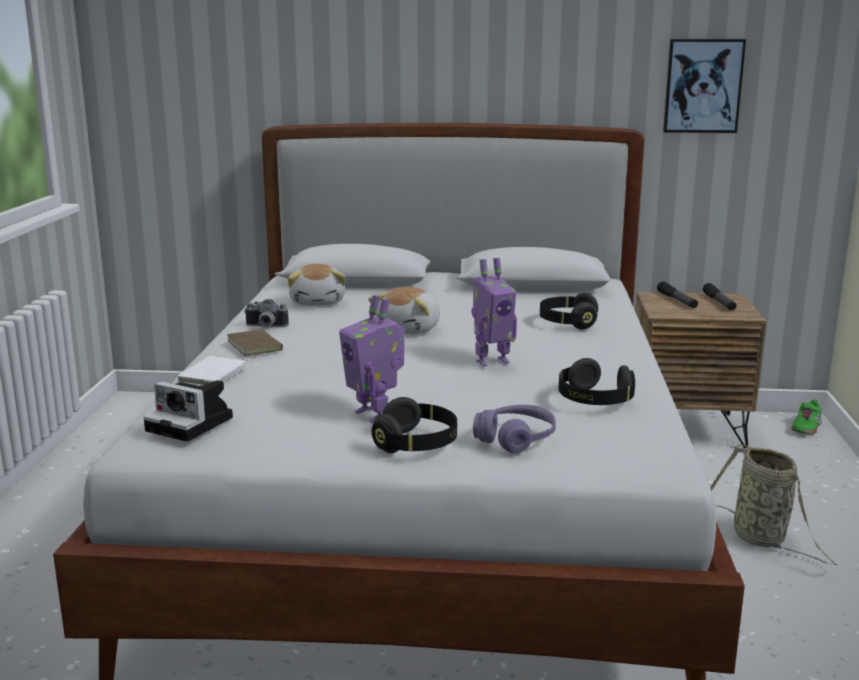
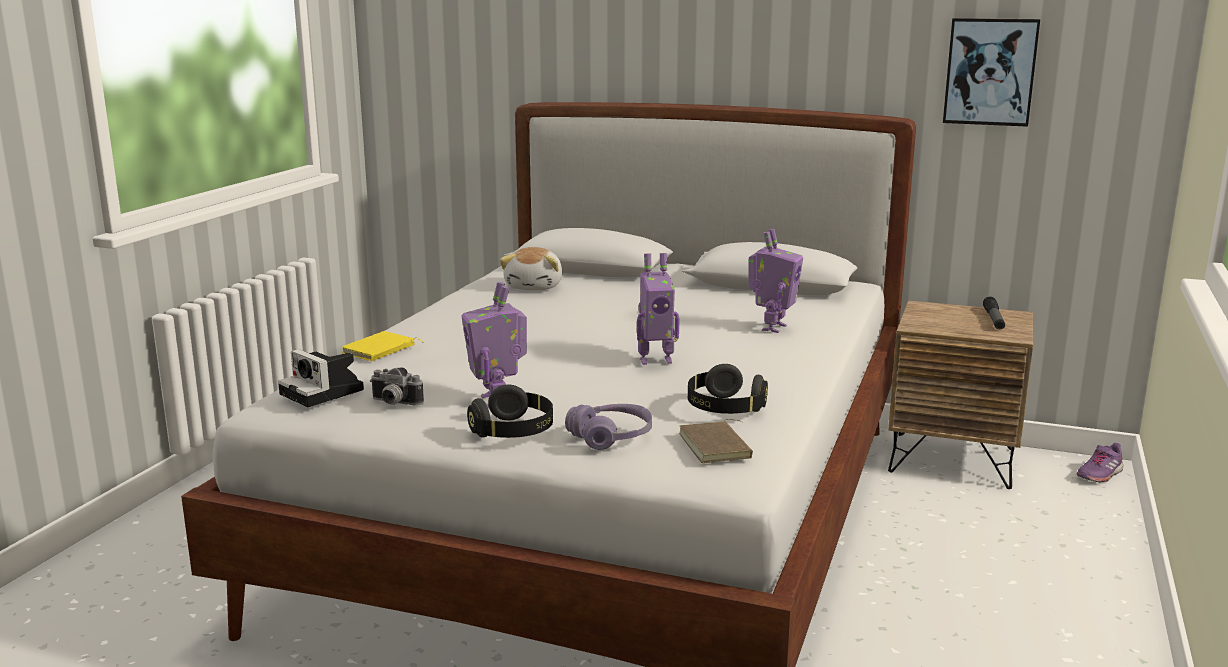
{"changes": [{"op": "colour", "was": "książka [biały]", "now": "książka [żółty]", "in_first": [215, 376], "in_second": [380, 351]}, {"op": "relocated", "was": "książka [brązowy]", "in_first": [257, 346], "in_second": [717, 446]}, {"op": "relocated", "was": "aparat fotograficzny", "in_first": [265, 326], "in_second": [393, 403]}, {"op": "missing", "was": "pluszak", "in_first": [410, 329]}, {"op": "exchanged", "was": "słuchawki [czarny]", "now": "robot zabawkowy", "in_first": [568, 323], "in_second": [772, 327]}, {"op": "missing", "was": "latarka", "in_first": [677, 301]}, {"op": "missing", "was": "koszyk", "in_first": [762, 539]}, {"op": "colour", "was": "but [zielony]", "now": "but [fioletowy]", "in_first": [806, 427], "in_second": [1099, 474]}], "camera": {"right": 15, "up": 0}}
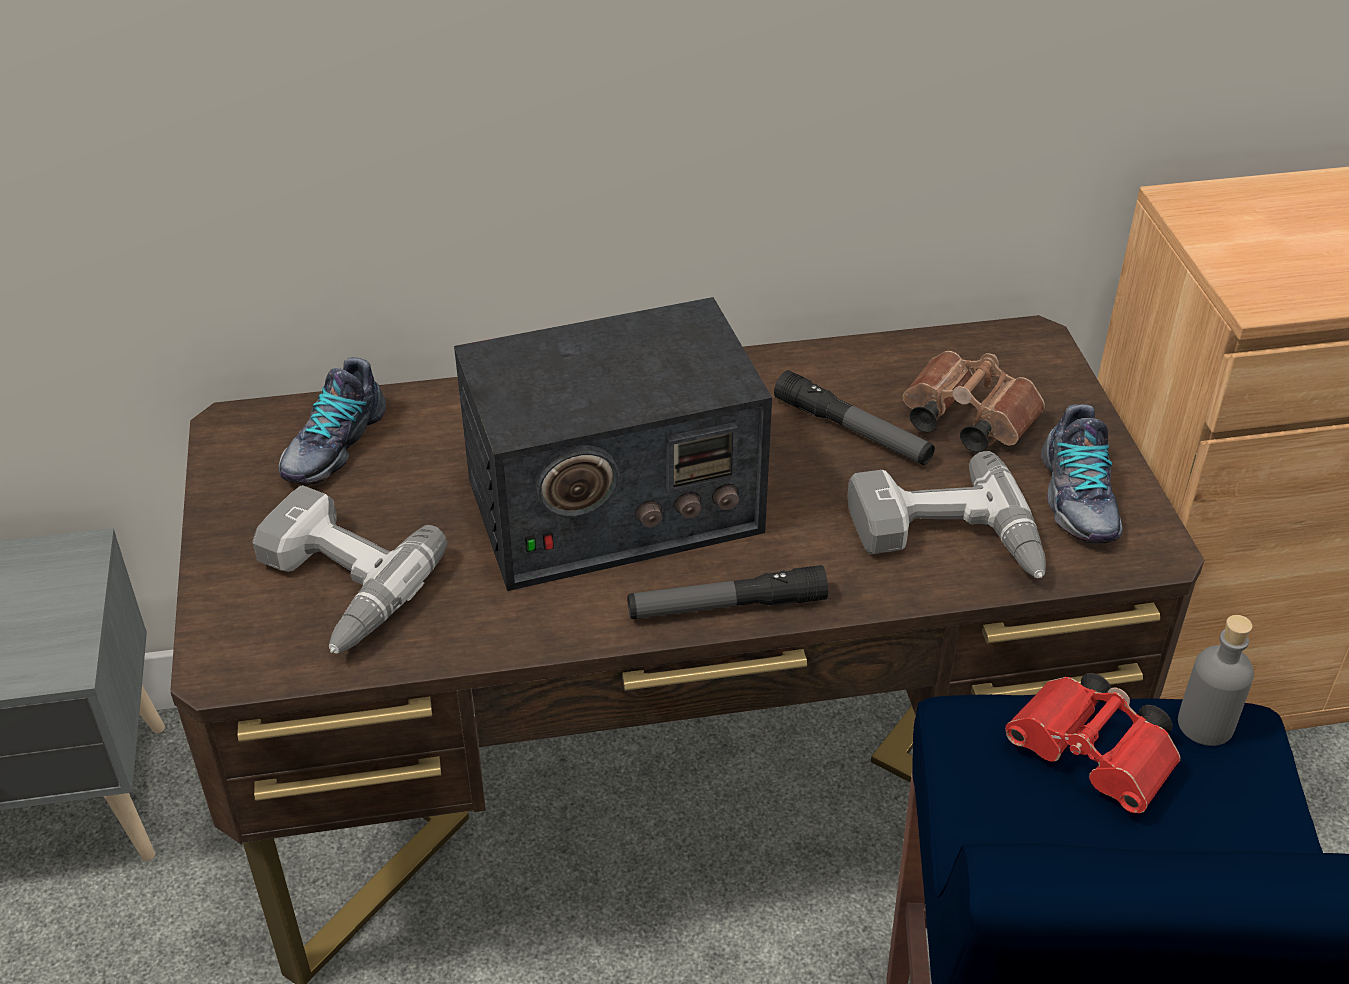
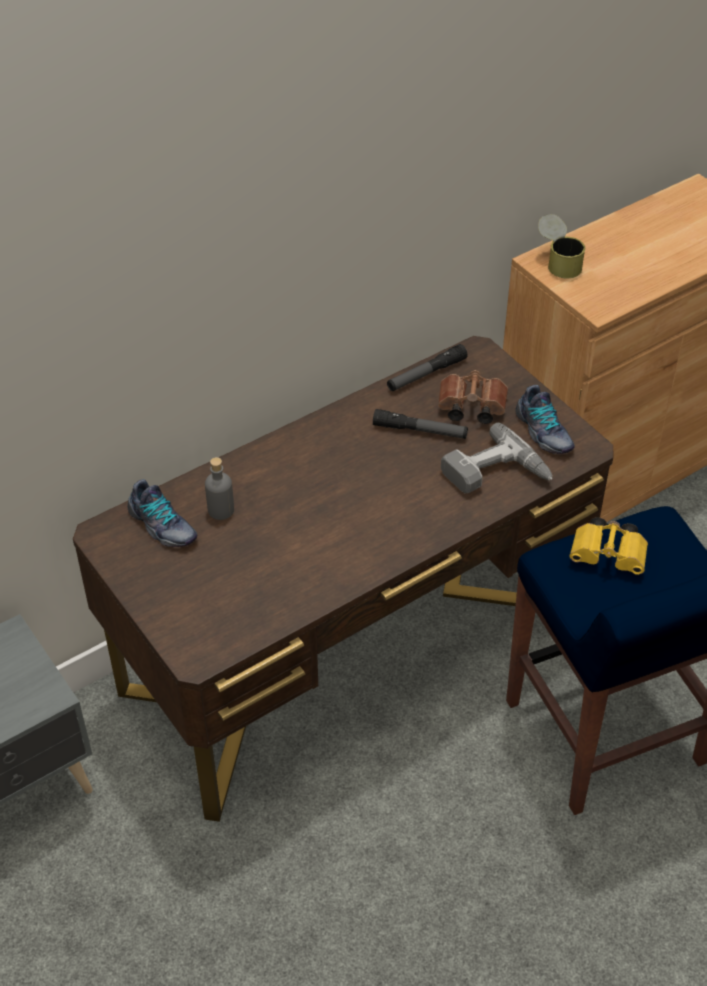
{"changes": [{"op": "missing", "was": "wiertarka", "in_first": [334, 587]}, {"op": "spun", "was": "but", "in_first": [332, 444], "in_second": [161, 526], "clockwise": -45}, {"op": "missing", "was": "radio", "in_first": [612, 506]}, {"op": "relocated", "was": "latarka", "in_first": [726, 606], "in_second": [426, 374]}, {"op": "colour", "was": "lornetka [czerwony]", "now": "lornetka [żółty]", "in_first": [1096, 760], "in_second": [610, 556]}, {"op": "relocated", "was": "butelka [szary]", "in_first": [1205, 724], "in_second": [221, 510]}, {"op": "appeared", "now": "puszka", "in_second": [558, 262]}], "camera": {"right": -25, "up": 5}}
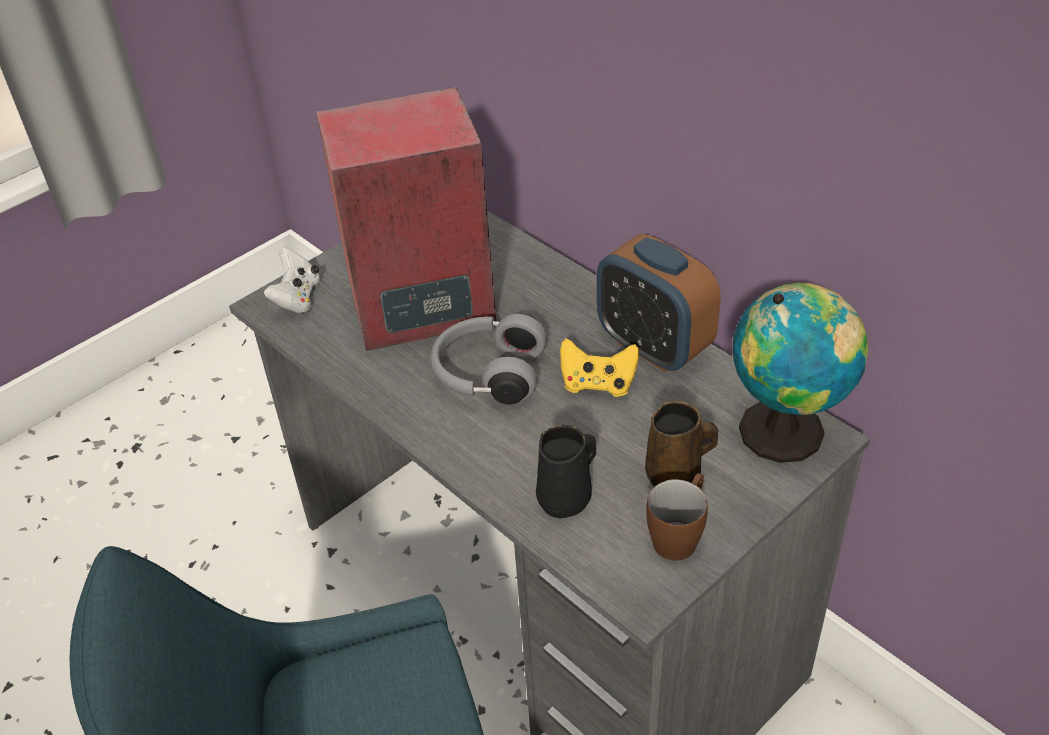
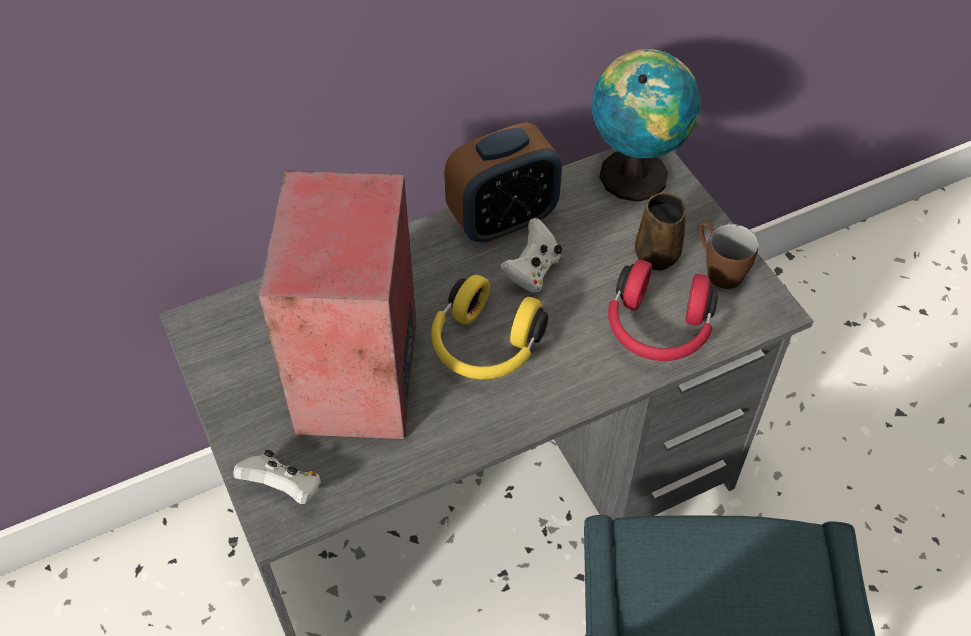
{"changes": [{"op": "colour", "was": "słuchawki [szary]", "now": "słuchawki [żółty]", "in_first": [488, 374], "in_second": [485, 346]}, {"op": "exchanged", "was": "kubek [czarny]", "now": "słuchawki [czerwony]", "in_first": [566, 498], "in_second": [657, 329]}, {"op": "colour", "was": "pad do gier [żółty]", "now": "pad do gier [biały]", "in_first": [598, 384], "in_second": [532, 271]}], "camera": {"right": -75, "up": 10}}
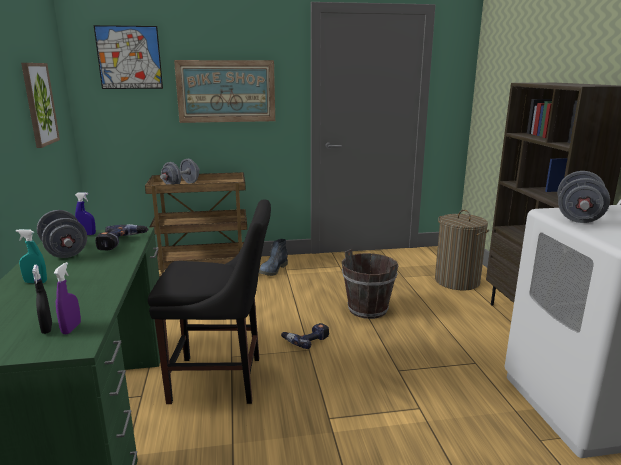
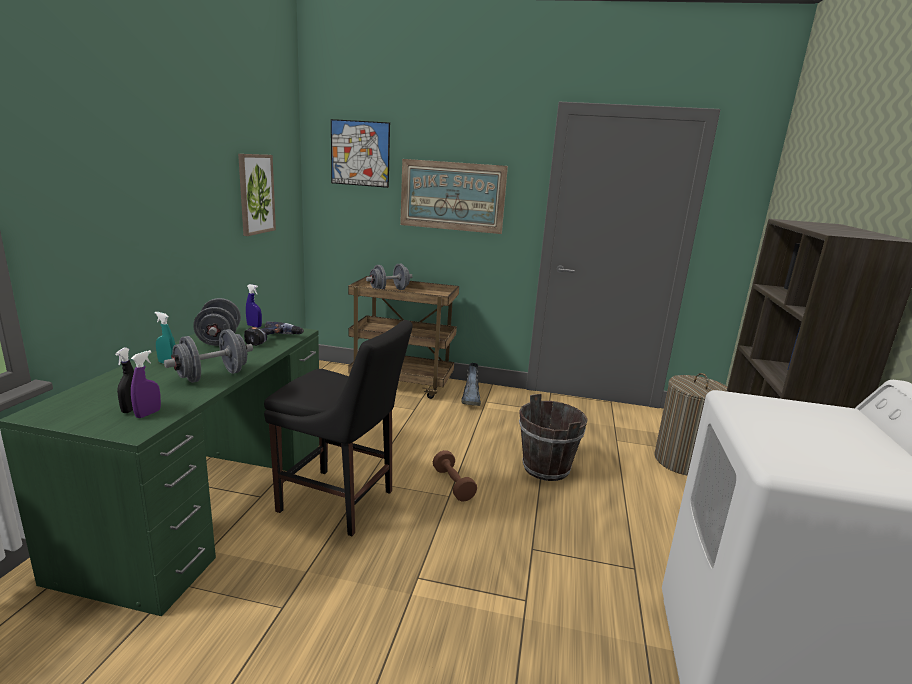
{"changes": [{"op": "spun", "was": "but z cholewką", "in_first": [273, 270], "in_second": [471, 399], "clockwise": -45}, {"op": "exchanged", "was": "wiertarka", "now": "hantel [brązowy]", "in_first": [306, 340], "in_second": [453, 484]}, {"op": "relocated", "was": "hantel [szary]", "in_first": [578, 217], "in_second": [212, 376]}], "camera": {"right": 20, "up": 0}}
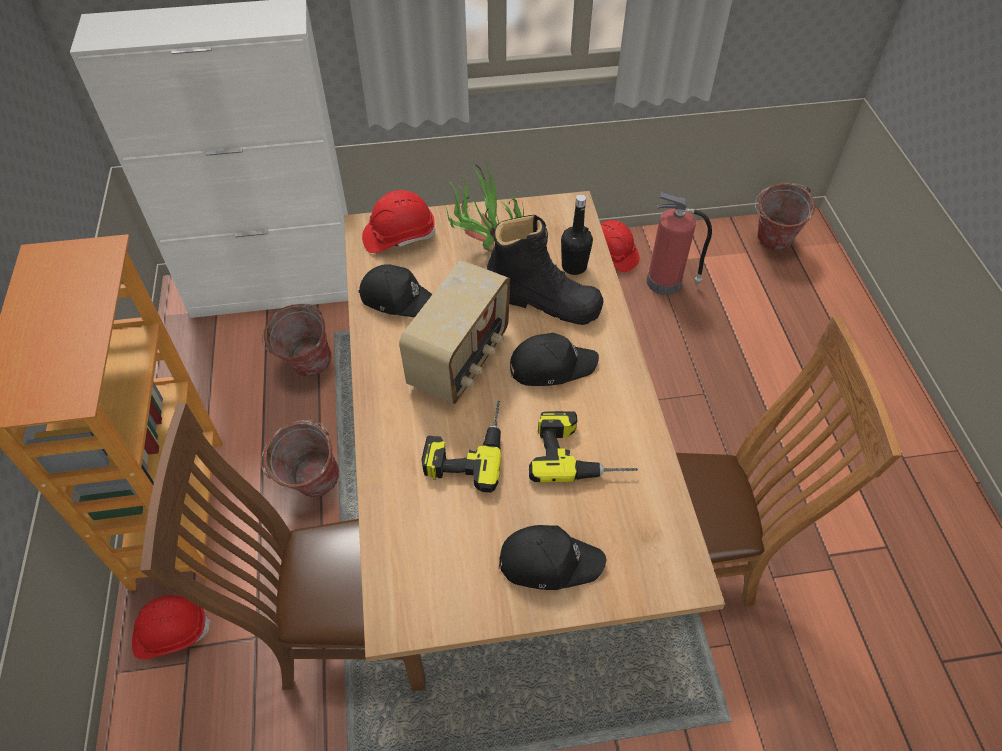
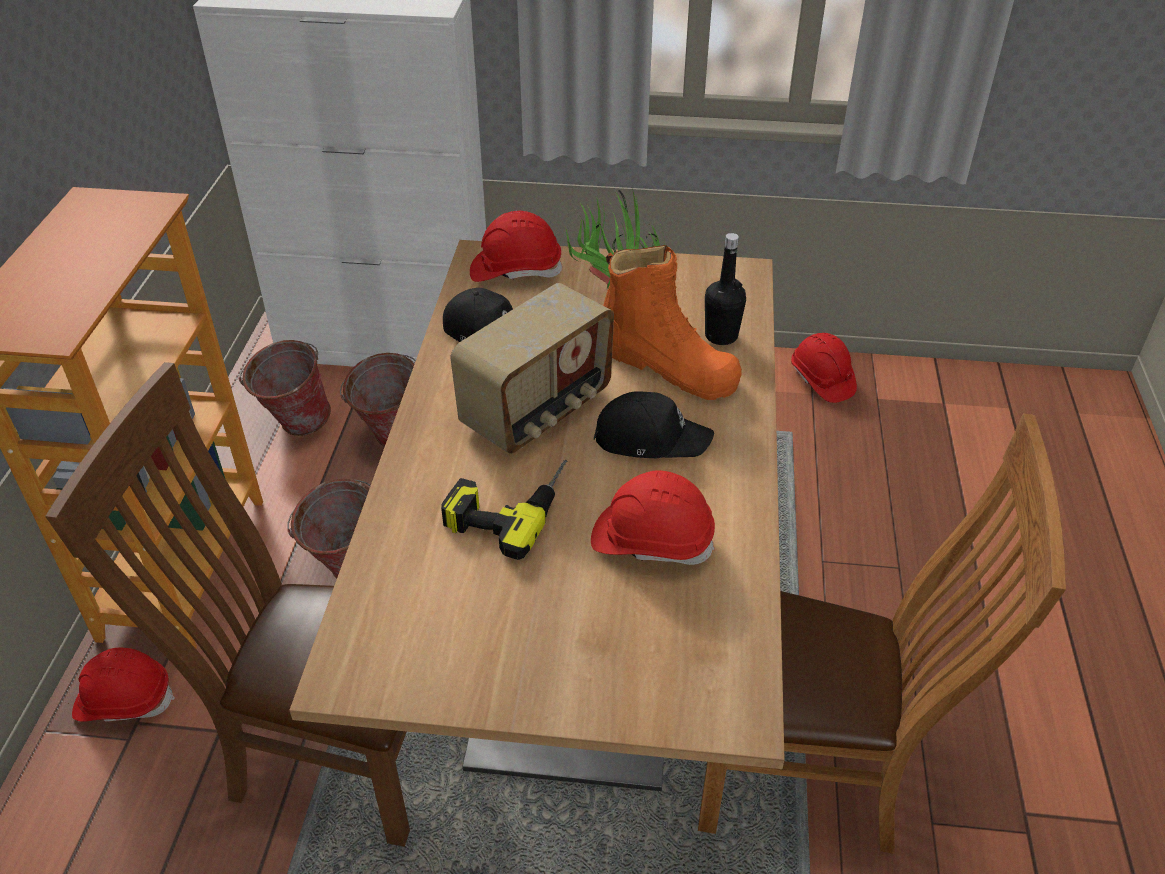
{"changes": [{"op": "colour", "was": "but z cholewką [czarny]", "now": "but z cholewką [pomarańczowy]", "in_first": [544, 300], "in_second": [668, 366]}, {"op": "missing", "was": "czapka z daszkiem [czarny]", "in_first": [549, 561]}, {"op": "exchanged", "was": "wiertarka", "now": "kask [czerwony]", "in_first": [580, 452], "in_second": [652, 540]}, {"op": "missing", "was": "gaśnica", "in_first": [666, 282]}, {"op": "relocated", "was": "wiadro", "in_first": [770, 244], "in_second": [294, 425]}], "camera": {"right": 15, "up": -10}}
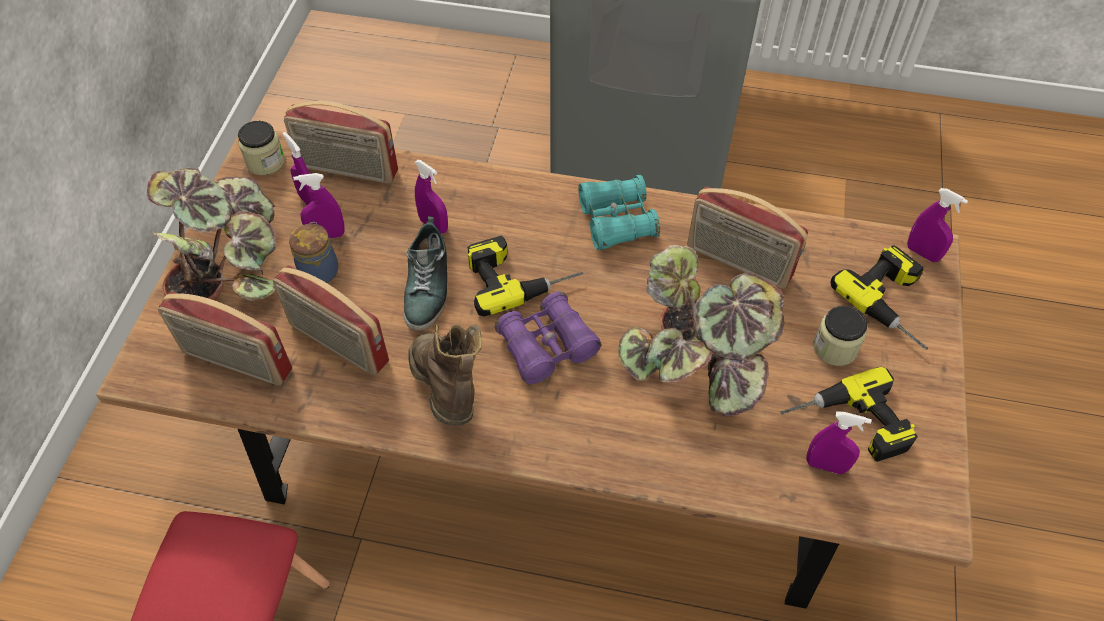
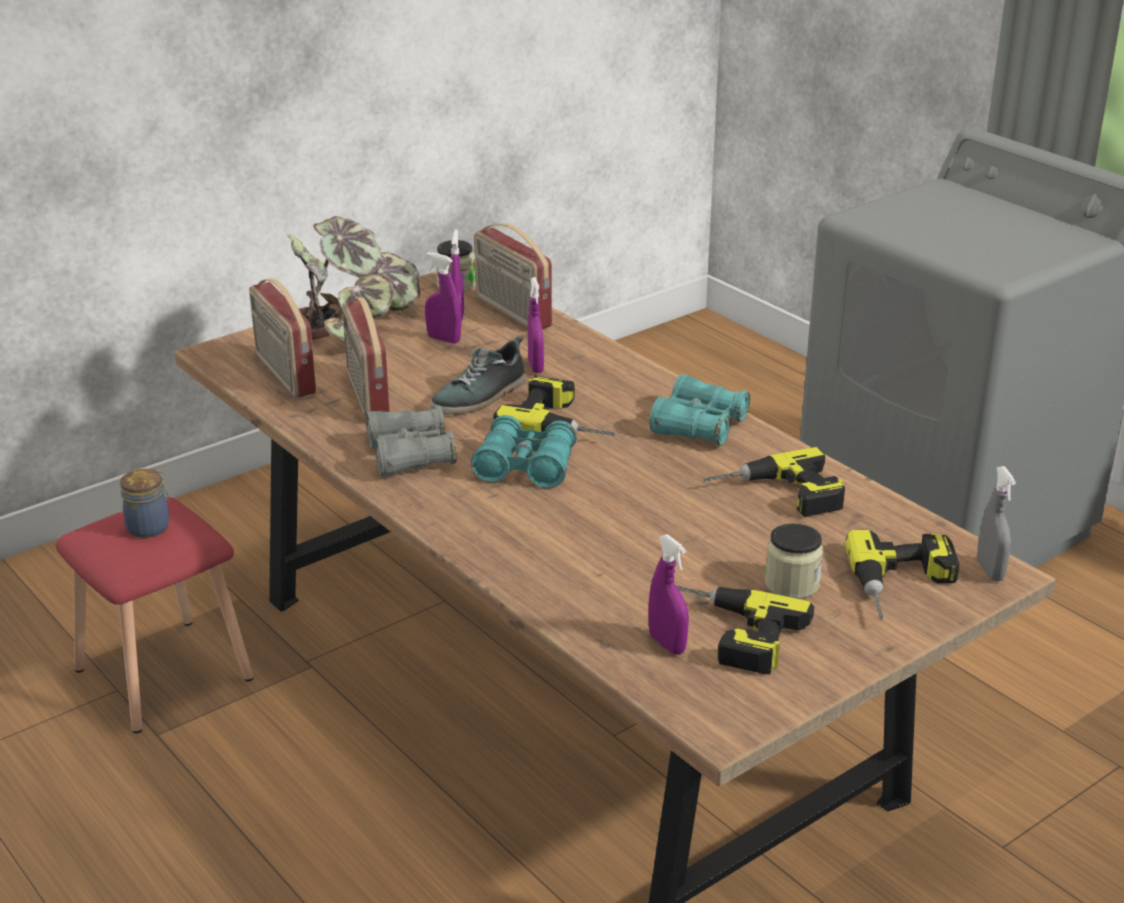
{"changes": [{"op": "relocated", "was": "słoik", "in_first": [319, 270], "in_second": [150, 527]}, {"op": "exchanged", "was": "but z cholewką [brązowy]", "now": "lornetka [szary]", "in_first": [448, 392], "in_second": [410, 455]}, {"op": "colour", "was": "lornetka [fioletowy]", "now": "lornetka [turkusowy]", "in_first": [547, 346], "in_second": [525, 467]}, {"op": "missing", "was": "roślina doniczkowa", "in_first": [698, 363]}, {"op": "exchanged", "was": "radio", "now": "wiertarka", "in_first": [738, 263], "in_second": [777, 495]}, {"op": "colour", "was": "spryskiwacz [fioletowy]", "now": "spryskiwacz [szary]", "in_first": [922, 253], "in_second": [990, 571]}], "camera": {"right": 40, "up": -25}}
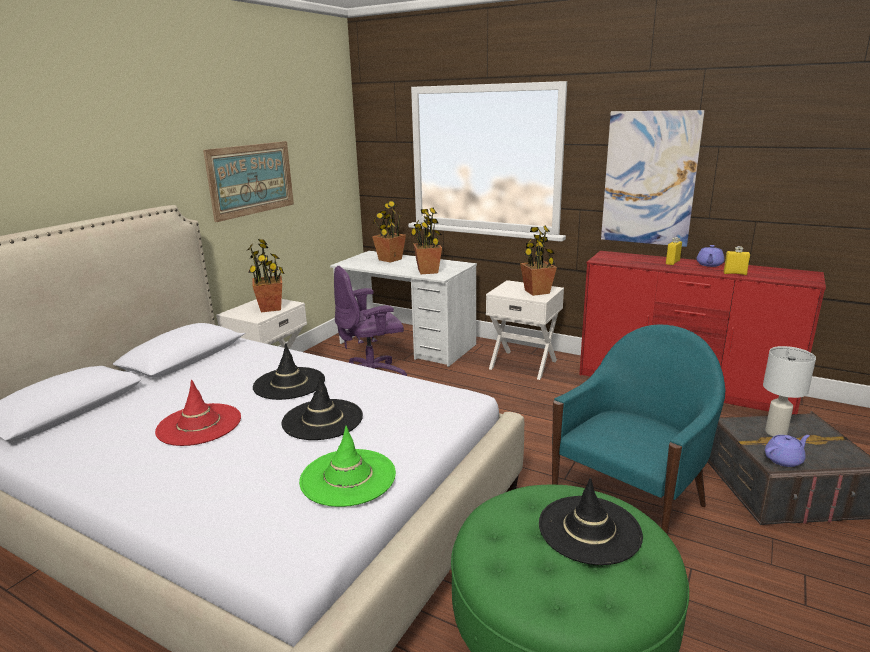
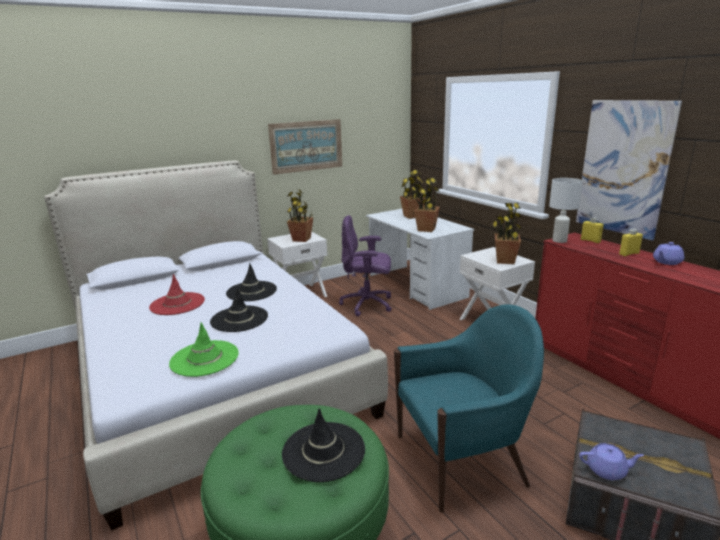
{"changes": [{"op": "relocated", "was": "butelka [żółty]", "in_first": [735, 273], "in_second": [590, 241]}, {"op": "relocated", "was": "lampa stołowa [biały]", "in_first": [775, 432], "in_second": [559, 240]}], "camera": {"right": 30, "up": 0}}
